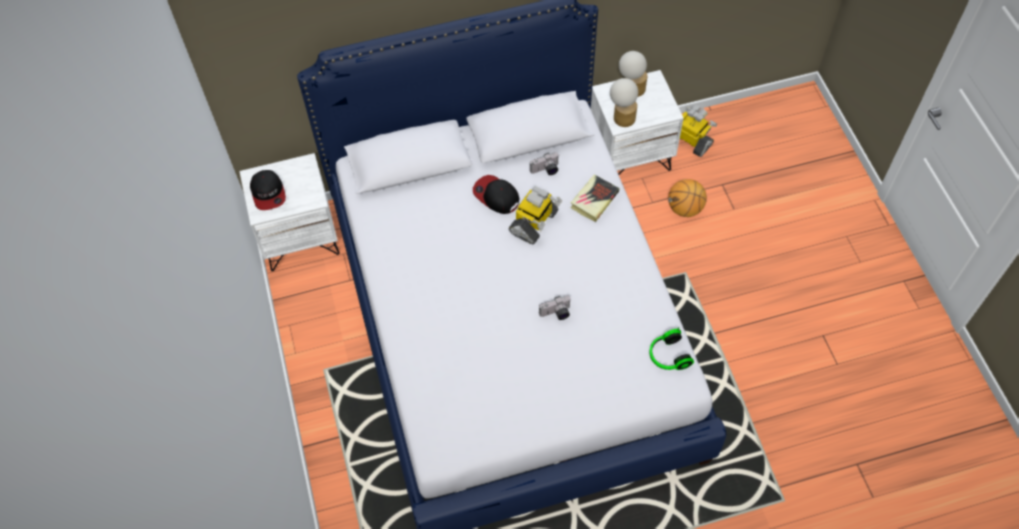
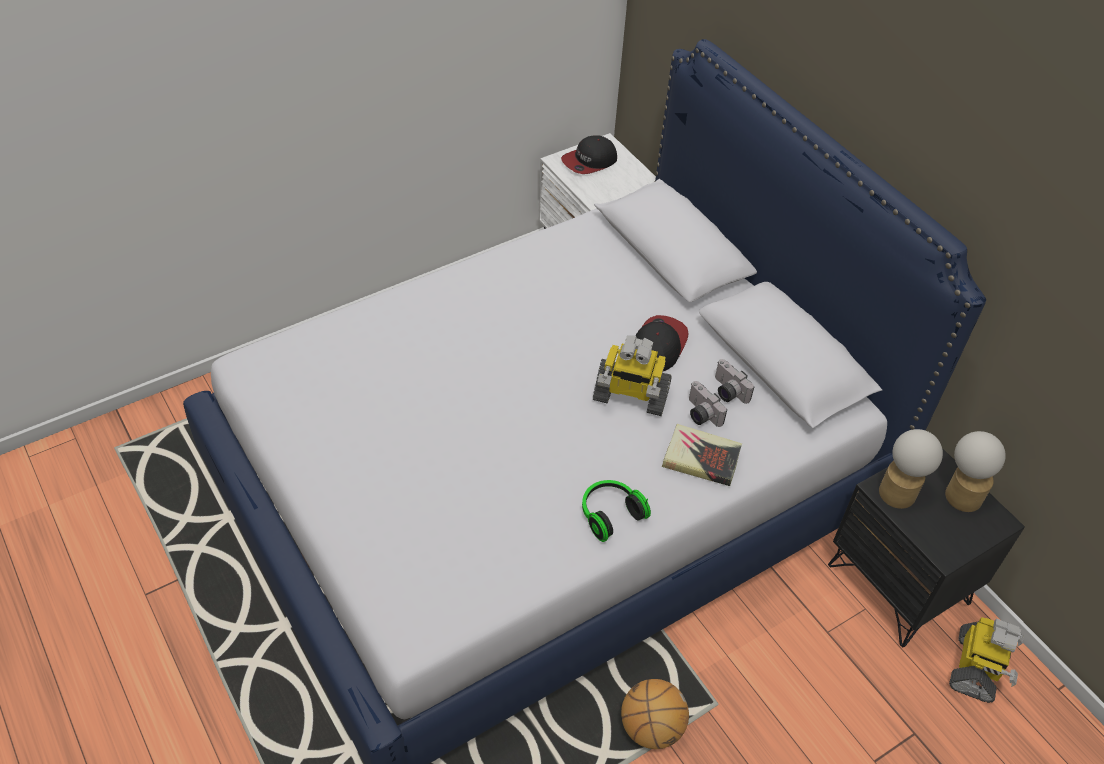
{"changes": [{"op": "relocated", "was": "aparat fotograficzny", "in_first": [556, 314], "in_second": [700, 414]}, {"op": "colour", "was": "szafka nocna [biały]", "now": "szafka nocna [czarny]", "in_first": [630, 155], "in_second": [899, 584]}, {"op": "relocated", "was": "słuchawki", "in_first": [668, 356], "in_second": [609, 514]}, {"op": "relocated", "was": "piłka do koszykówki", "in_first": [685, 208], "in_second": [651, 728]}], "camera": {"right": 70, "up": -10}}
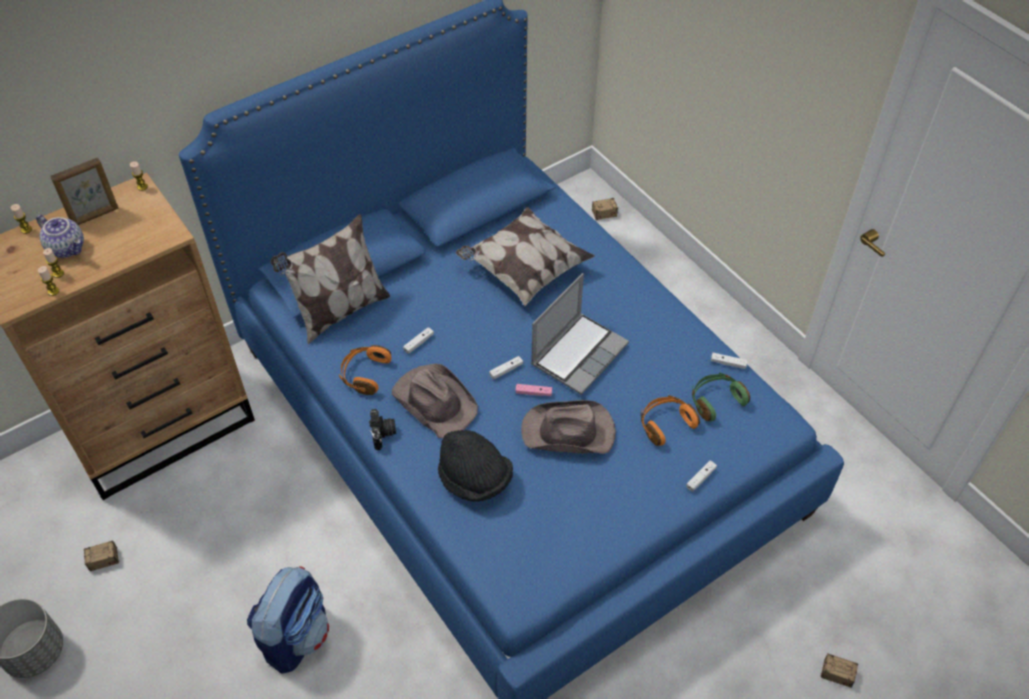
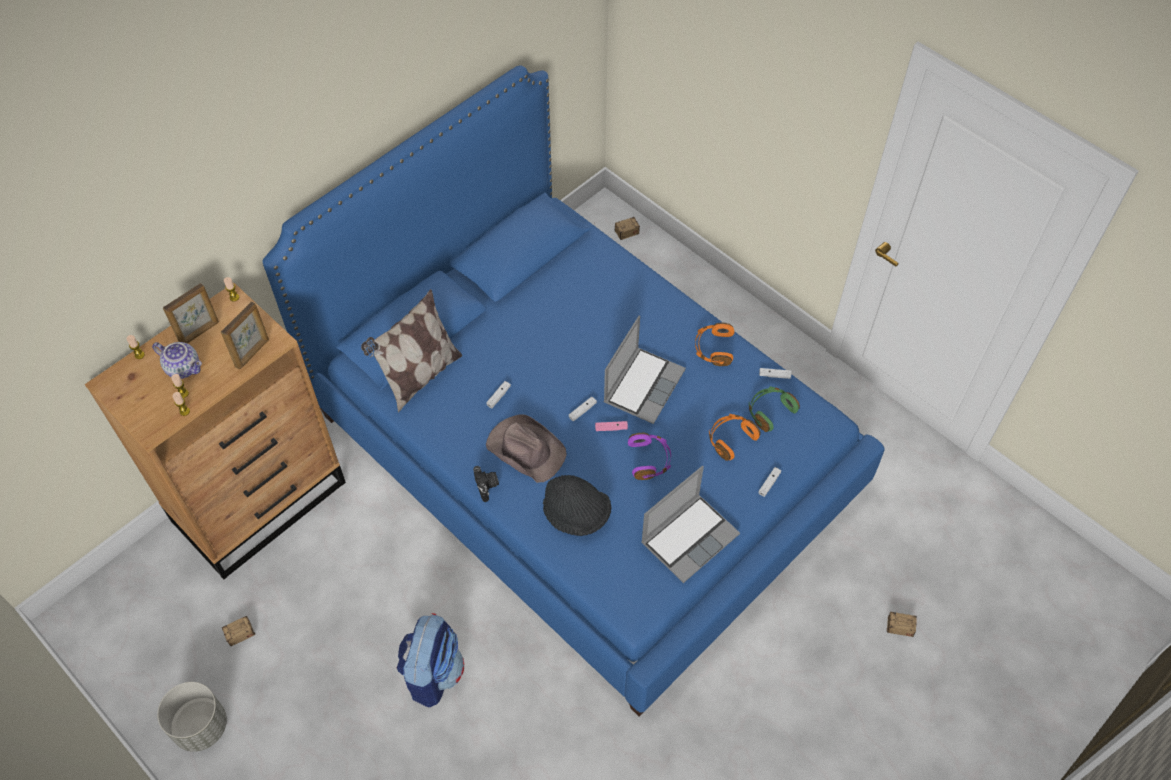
{"changes": [{"op": "relocated", "was": "słuchawki [pomarańczowy]", "in_first": [364, 374], "in_second": [713, 349]}, {"op": "missing", "was": "poduszka", "in_first": [524, 270]}, {"op": "exchanged", "was": "kapelusz [brązowy]", "now": "słuchawki [fioletowy]", "in_first": [569, 432], "in_second": [649, 460]}, {"op": "appeared", "now": "ramka na zdjęcie", "in_second": [252, 353]}, {"op": "appeared", "now": "laptop", "in_second": [689, 537]}], "camera": {"right": -10, "up": 5}}
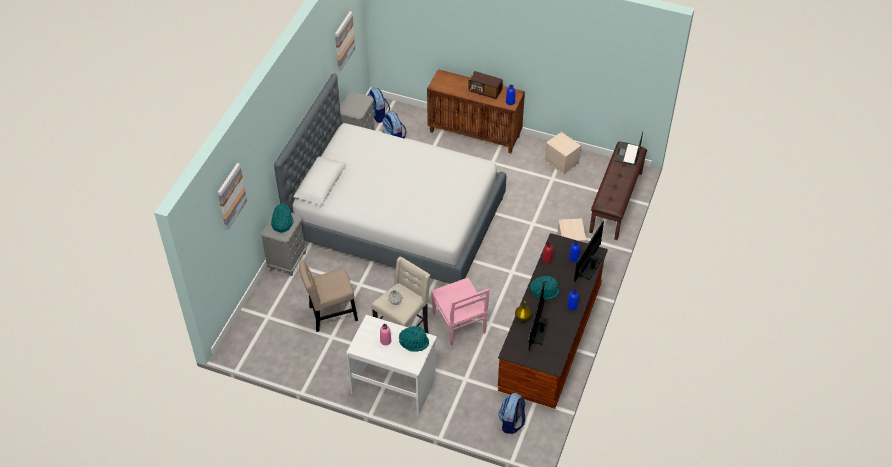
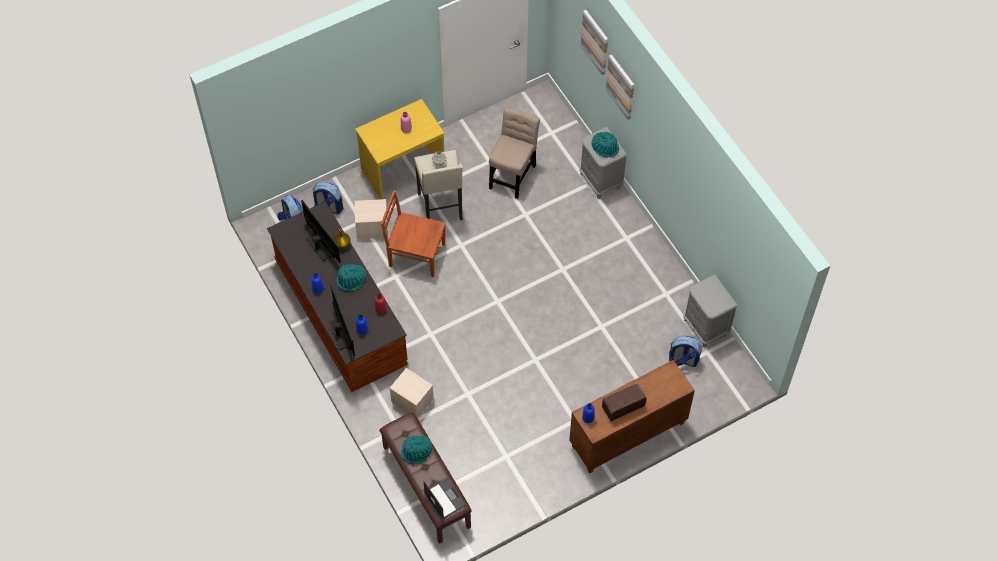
{"changes": [{"op": "missing", "was": "łóżko", "in_first": [396, 219]}, {"op": "relocated", "was": "obraz", "in_first": [343, 41], "in_second": [621, 86]}, {"op": "colour", "was": "biurko [biały]", "now": "biurko [żółty]", "in_first": [394, 385], "in_second": [403, 171]}, {"op": "relocated", "was": "plecak", "in_first": [378, 115], "in_second": [328, 207]}, {"op": "relocated", "was": "kapelusz [turkusowy]", "in_first": [414, 342], "in_second": [416, 452]}, {"op": "colour", "was": "krzesło [różowy]", "now": "krzesło [brązowy]", "in_first": [459, 324], "in_second": [415, 254]}, {"op": "relocated", "was": "pojemnik do przechowywania [beżowy]", "in_first": [562, 162], "in_second": [372, 227]}], "camera": {"right": 130, "up": 10}}
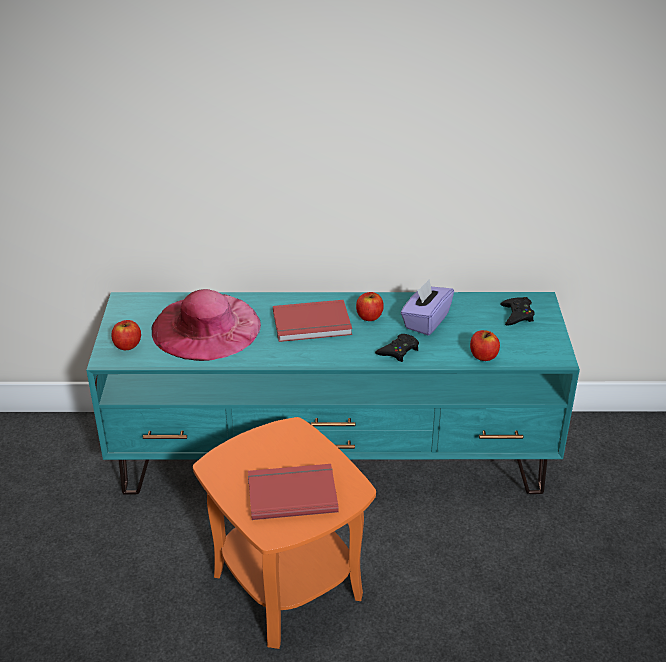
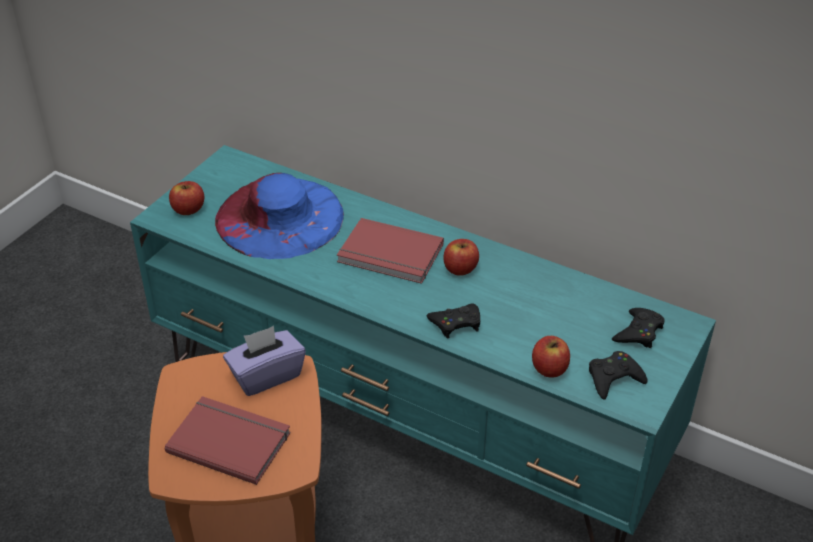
{"changes": [{"op": "colour", "was": "kapelusz [różowy]", "now": "kapelusz [niebieski]", "in_first": [206, 327], "in_second": [279, 217]}, {"op": "relocated", "was": "pudełko chusteczek [fioletowy]", "in_first": [425, 321], "in_second": [266, 375]}, {"op": "appeared", "now": "pad do gier [czarny]", "in_second": [613, 378]}], "camera": {"right": 30, "up": 5}}
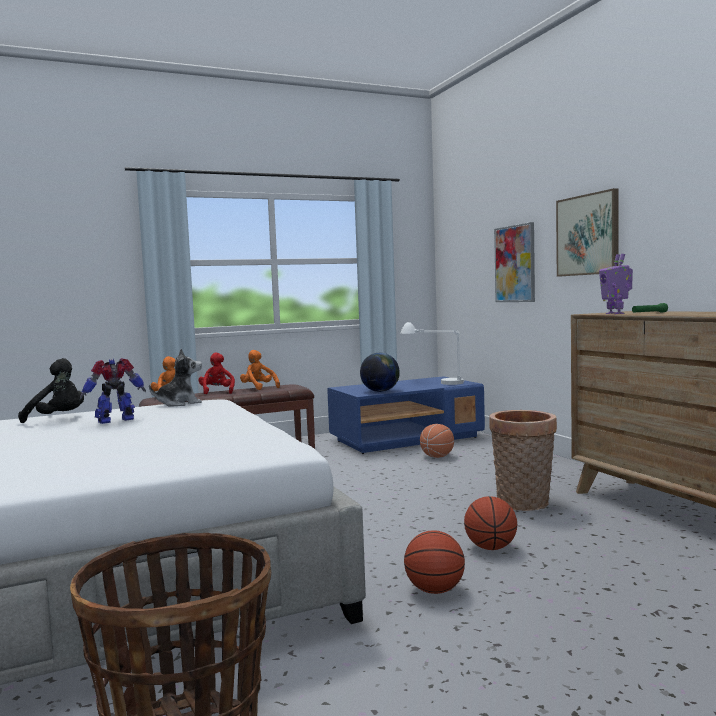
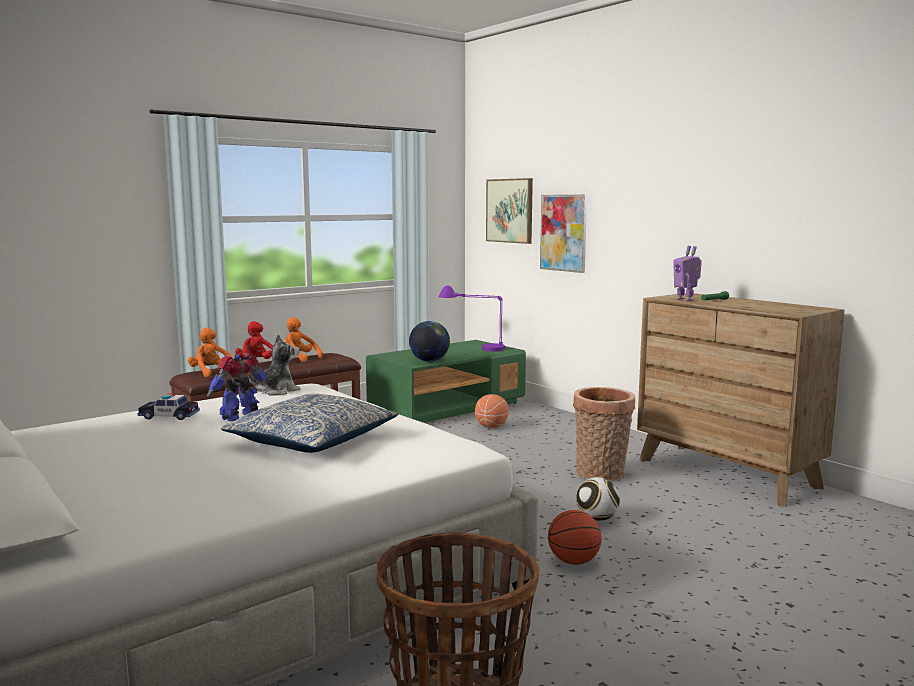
{"changes": [{"op": "exchanged", "was": "pluszak [czarny]", "now": "samochodzik", "in_first": [58, 419], "in_second": [169, 416]}, {"op": "colour", "was": "ława [niebieski]", "now": "ława [zielony]", "in_first": [406, 439], "in_second": [447, 407]}, {"op": "colour", "was": "lampa stołowa [biały]", "now": "lampa stołowa [fioletowy]", "in_first": [434, 382], "in_second": [473, 348]}, {"op": "exchanged", "was": "piłka do koszykówki", "now": "piłka futbolowa", "in_first": [490, 548], "in_second": [597, 519]}, {"op": "relocated", "was": "obraz", "in_first": [588, 235], "in_second": [510, 210]}, {"op": "appeared", "now": "poduszka", "in_second": [312, 440]}], "camera": {"right": -15, "up": 5}}
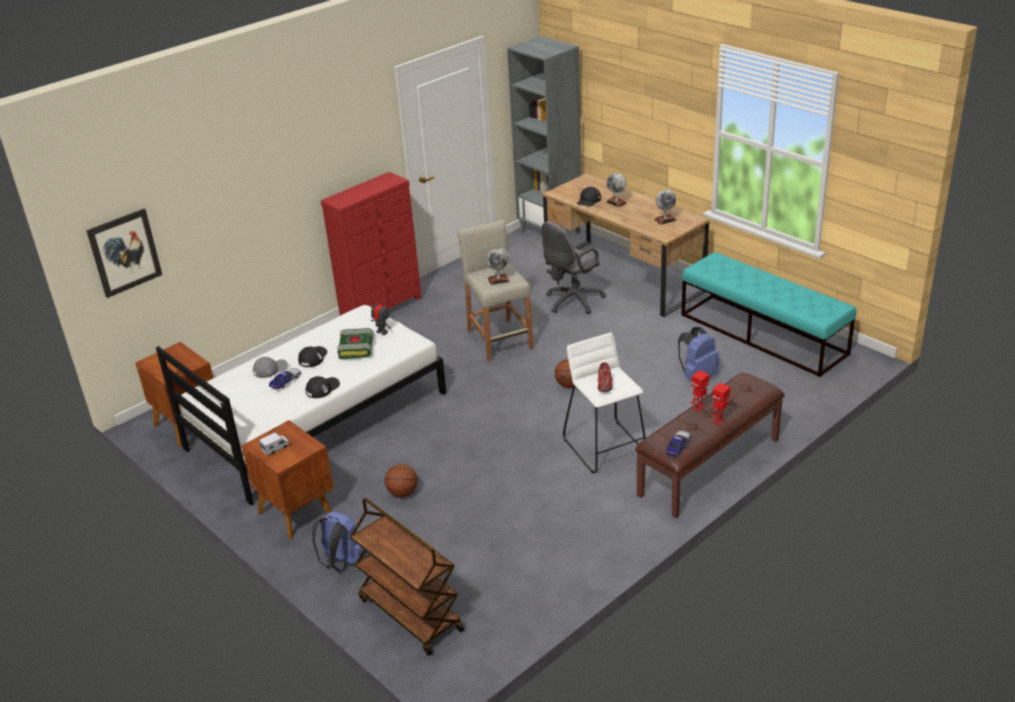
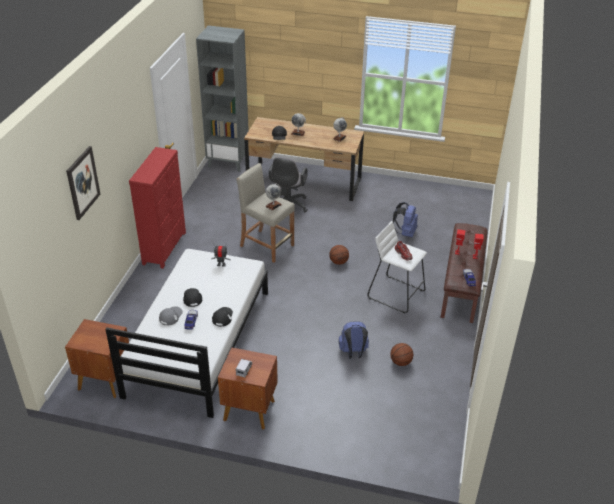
{"changes": [{"op": "relocated", "was": "obraz", "in_first": [124, 252], "in_second": [83, 183]}, {"op": "relocated", "was": "plecak [niebieski]", "in_first": [342, 562], "in_second": [353, 353]}, {"op": "missing", "was": "książka", "in_first": [357, 348]}, {"op": "missing", "was": "wózek [brązowy]", "in_first": [409, 614]}, {"op": "relocated", "was": "piłka do koszykówki", "in_first": [402, 492], "in_second": [400, 362]}, {"op": "missing", "was": "ławka [turkusowy]", "in_first": [763, 334]}], "camera": {"right": -35, "up": 5}}
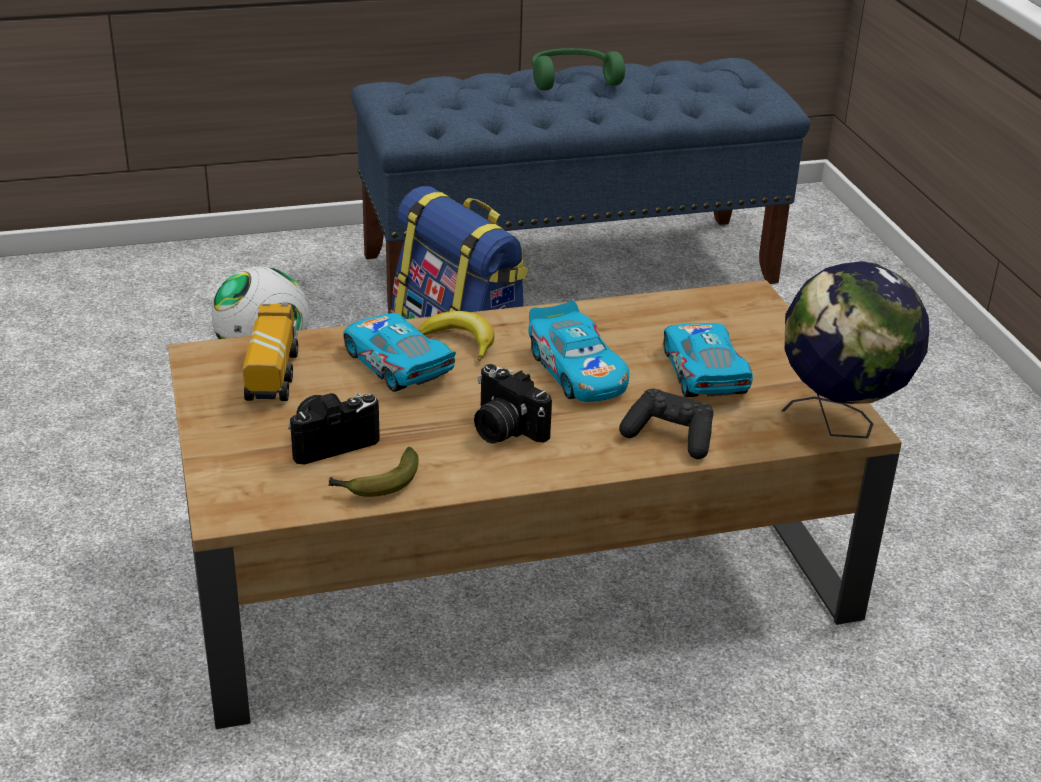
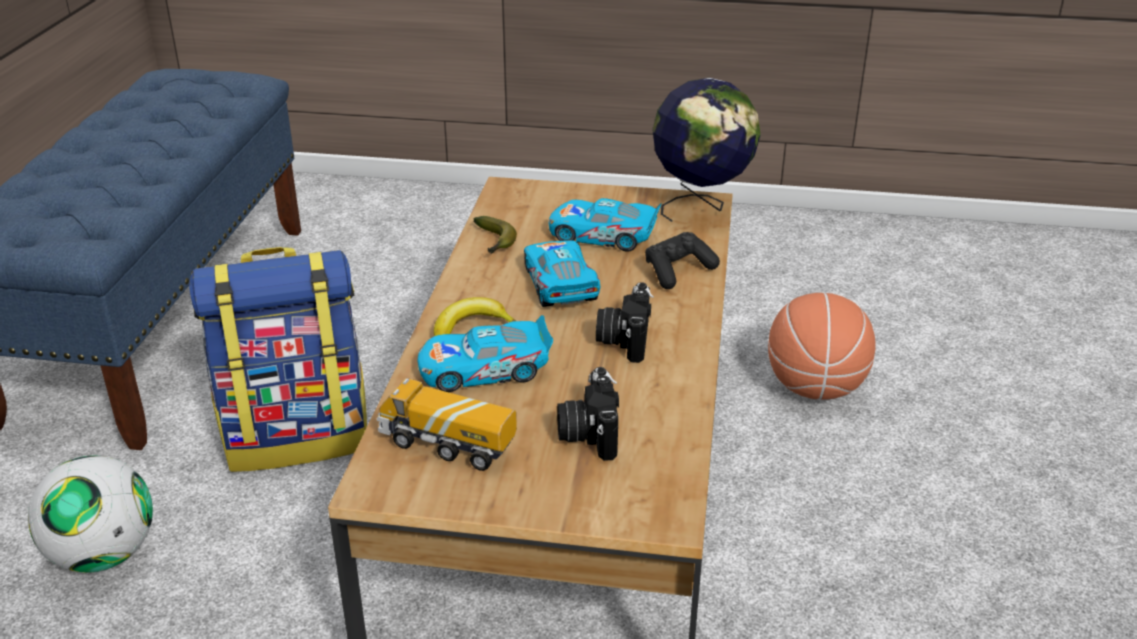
{"changes": [{"op": "relocated", "was": "banan", "in_first": [377, 484], "in_second": [494, 242]}, {"op": "spun", "was": "aparat fotograficzny", "in_first": [504, 429], "in_second": [624, 339], "clockwise": 120}, {"op": "spun", "was": "samochodzik", "in_first": [577, 371], "in_second": [560, 285], "clockwise": -105}, {"op": "missing", "was": "słuchawki [zielony]", "in_first": [572, 79]}, {"op": "appeared", "now": "piłka do koszykówki", "in_second": [815, 387]}], "camera": {"right": -65, "up": 0}}
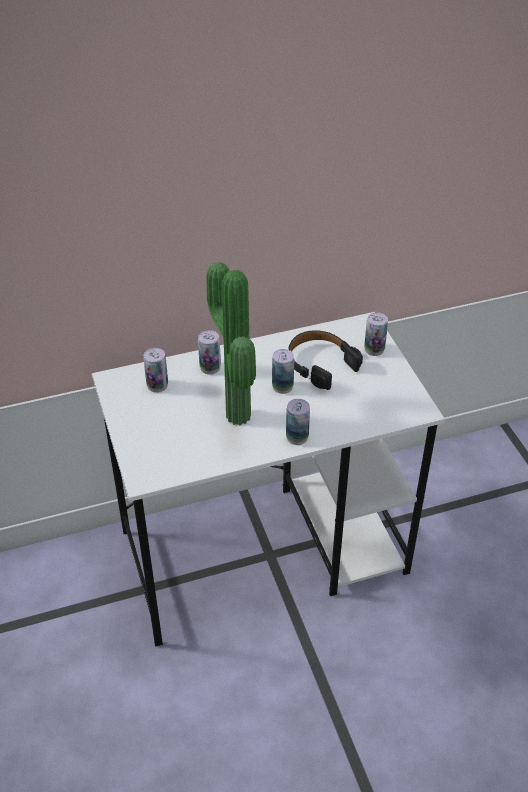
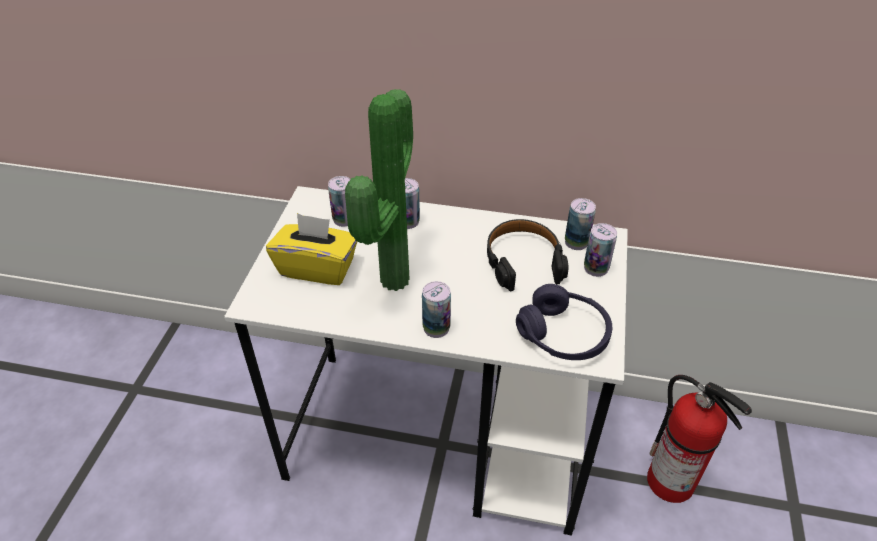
{"changes": [{"op": "relocated", "was": "puszka", "in_first": [282, 386], "in_second": [576, 242]}, {"op": "appeared", "now": "pudełko chusteczek [żółty]", "in_second": [317, 268]}, {"op": "appeared", "now": "słuchawki [fioletowy]", "in_second": [563, 335]}, {"op": "appeared", "now": "gaśnica", "in_second": [672, 482]}], "camera": {"right": 30, "up": 0}}
